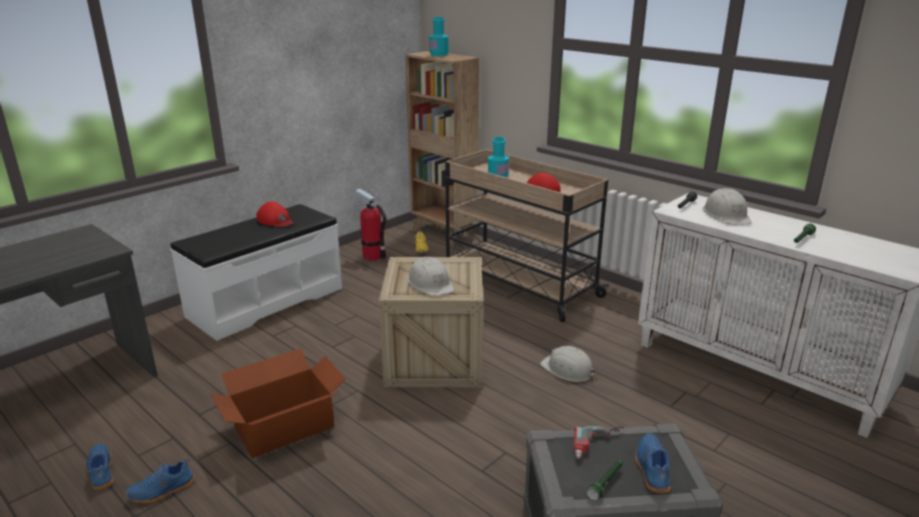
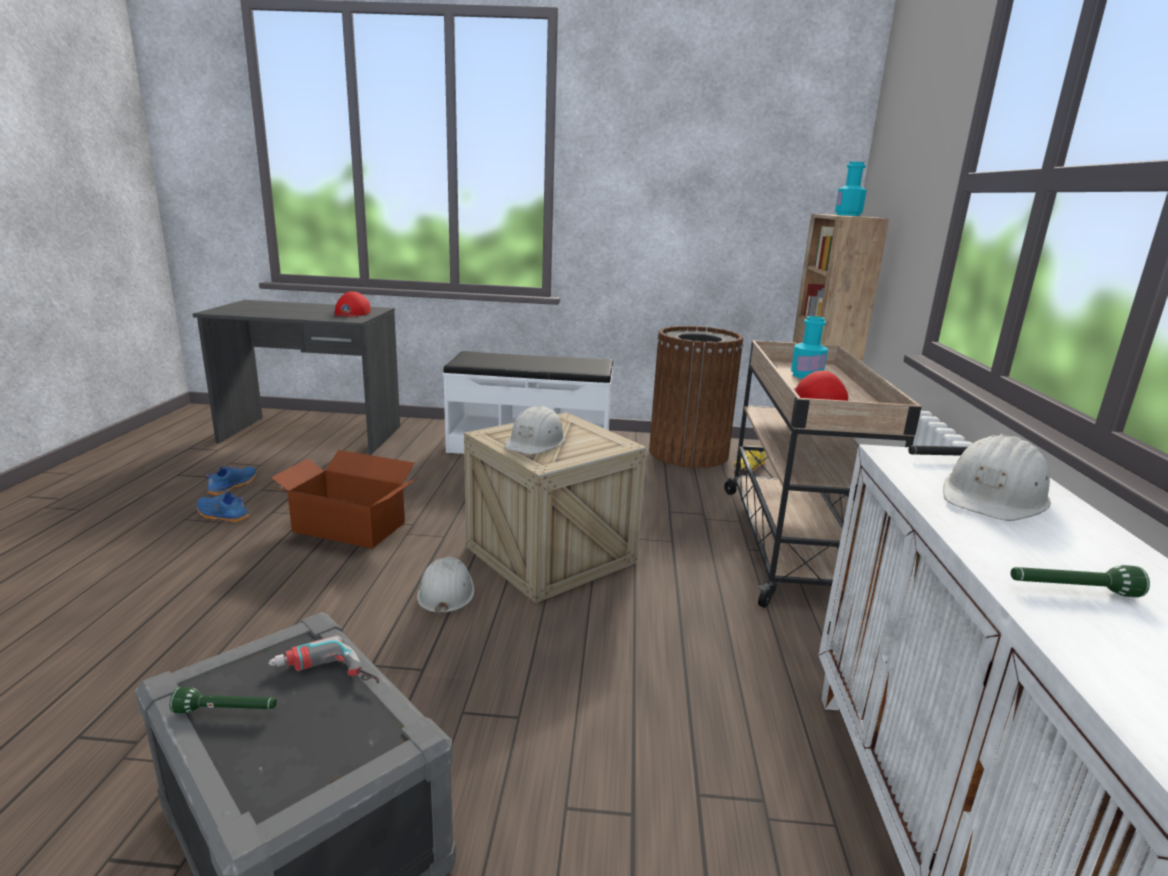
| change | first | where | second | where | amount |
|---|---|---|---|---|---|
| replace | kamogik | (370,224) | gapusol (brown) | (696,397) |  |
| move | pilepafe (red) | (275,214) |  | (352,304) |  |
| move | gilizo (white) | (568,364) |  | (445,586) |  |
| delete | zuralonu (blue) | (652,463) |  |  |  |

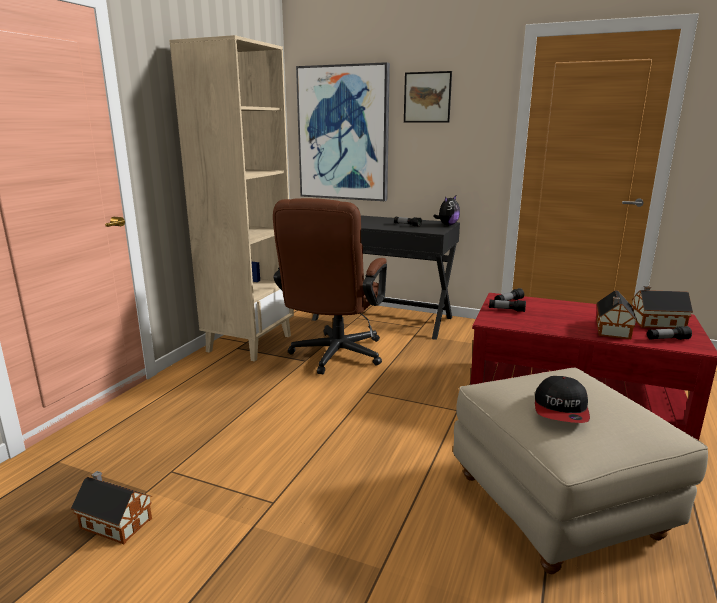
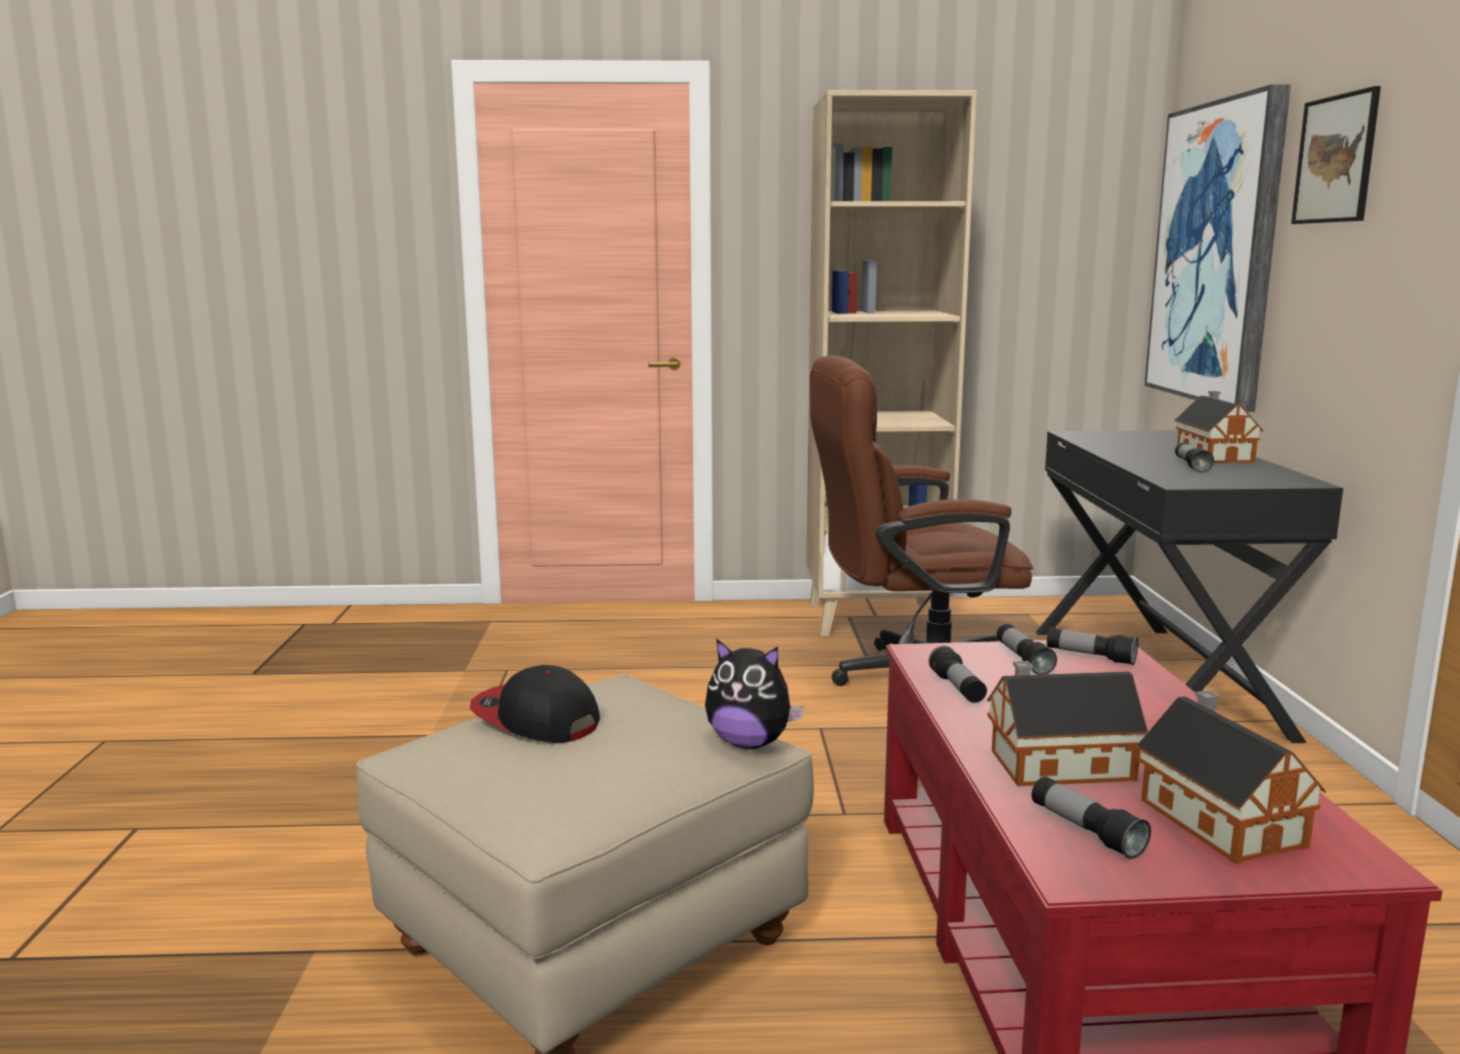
| change | first | where | second | where | amount |
|---|---|---|---|---|---|
| move | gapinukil | (446,210) |  | (754,694) |  |
| rotate | pilepafe | (562,399) |  | (535,704) | 45 degrees clockwise |
| move | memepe | (111,507) |  | (1218,427) |  |
| insert |  |  | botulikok | (957,674) |  |

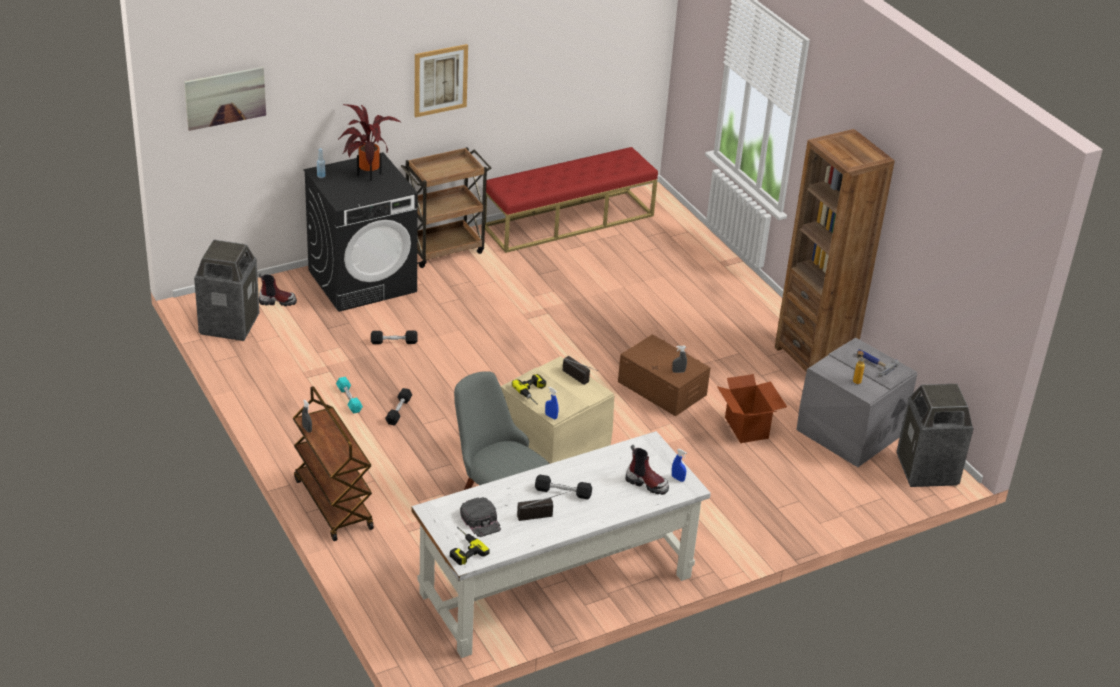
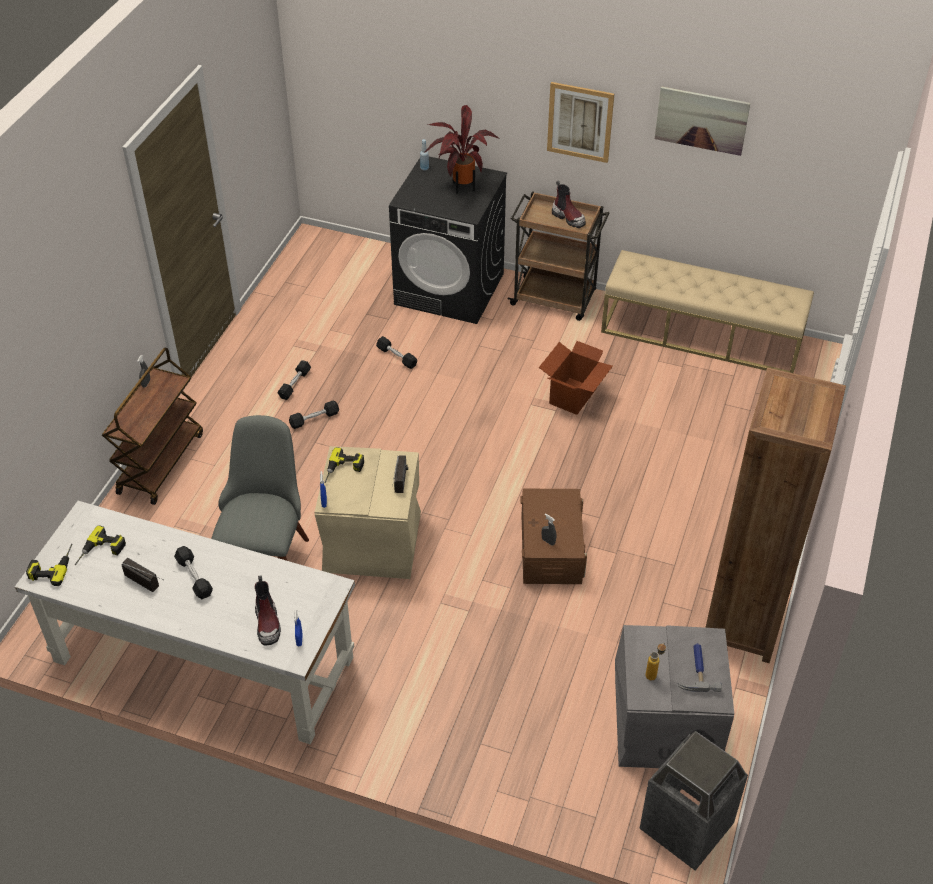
| change | first | where | second | where | amount |
|---|---|---|---|---|---|
| move | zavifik | (225,99) |  | (702,121) |  |
| recolor | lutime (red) | (571,200) | lutime (beige) | (707,311) |  |
| delete | gapusol | (226,290) |  |  |  |
| move | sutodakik | (278,289) |  | (569,204) |  |
| move | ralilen | (752,408) |  | (576,378) |  |
| recolor | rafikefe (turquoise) | (349,395) | rafikefe (black) | (294,380) |  |
| replace | pilepafe (black) | (480,517) | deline | (100,545) |  |

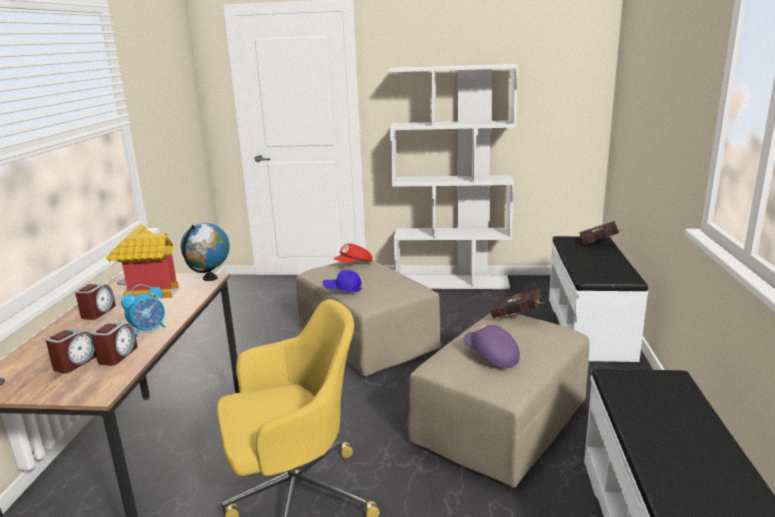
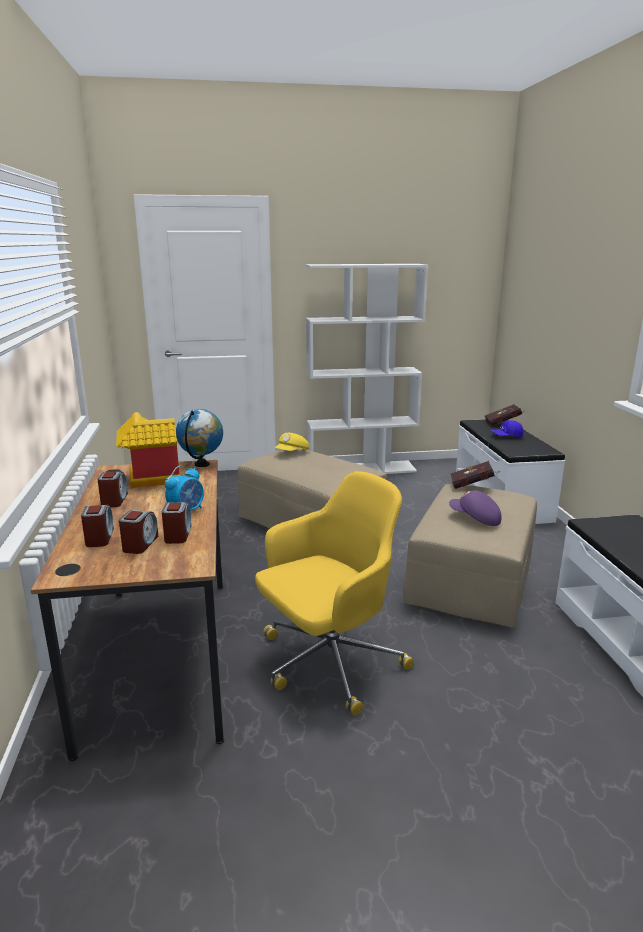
| change | first | where | second | where | amount |
|---|---|---|---|---|---|
| recolor | pilepafe (red) | (353,253) | pilepafe (yellow) | (292,442) |  |
| move | pilepafe (blue) | (342,281) |  | (507,428) |  |
| insert |  |  | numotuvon | (97,526) |  |

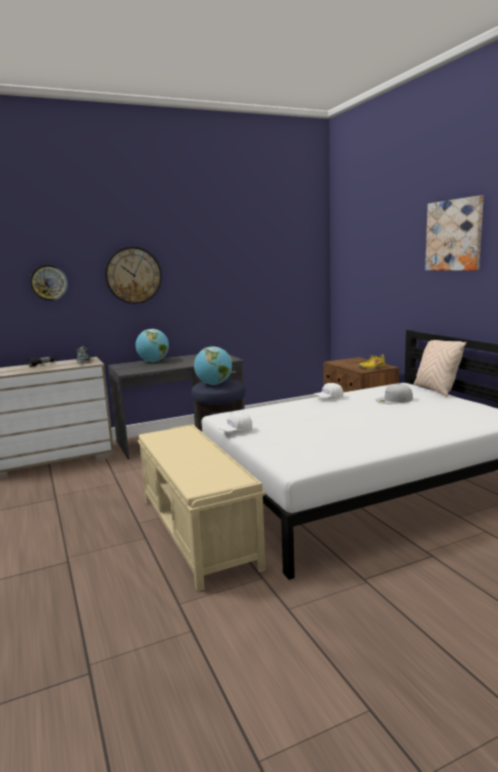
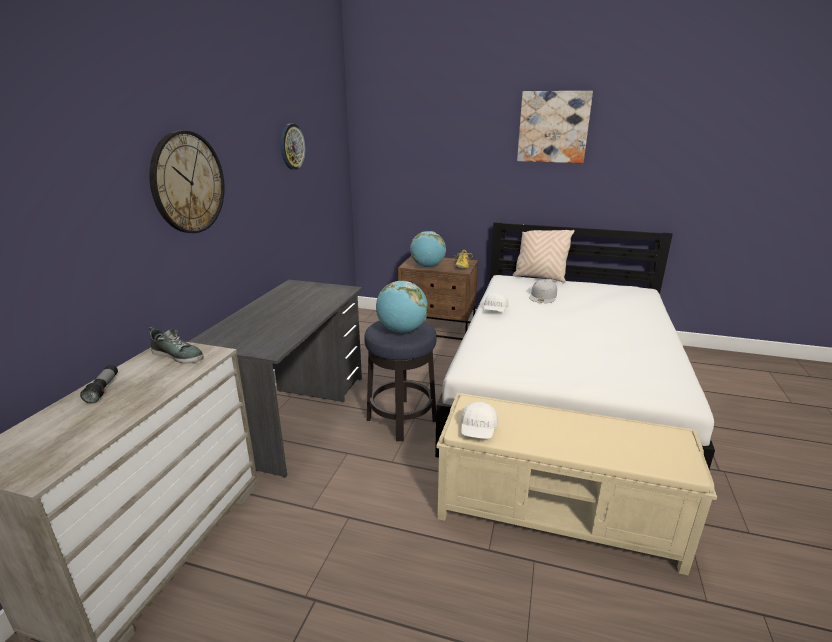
| change | first | where | second | where | amount |
|---|---|---|---|---|---|
| move | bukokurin | (49,282) |  | (293,147) |  |
| move | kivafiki | (152,345) |  | (428,249) |  |
| move | pilepafe (white) | (235,422) |  | (479,420) |  |

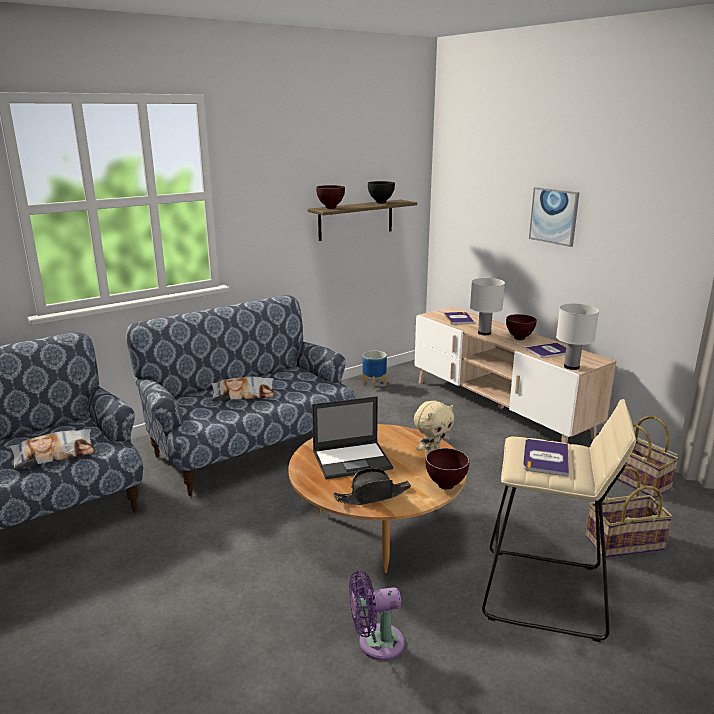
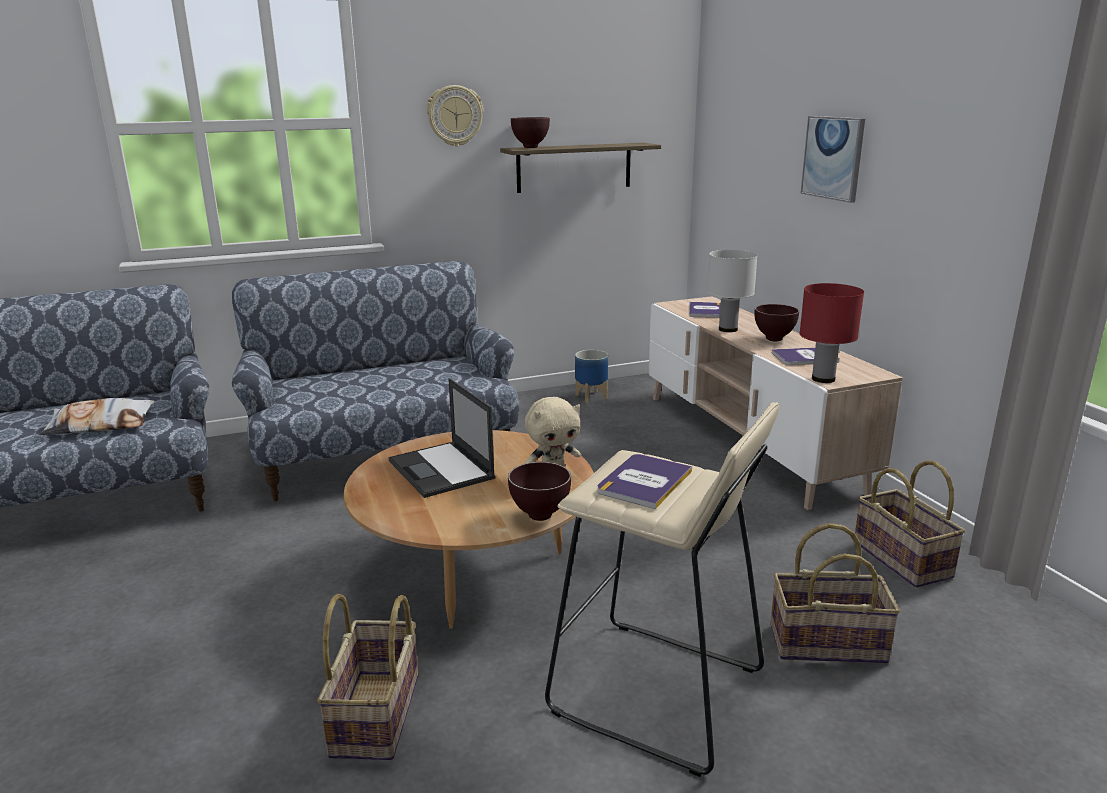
| change | first | where | second | where | amount |
|---|---|---|---|---|---|
| delete | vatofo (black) | (381,192) |  |  |  |
| recolor | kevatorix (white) | (577,337) | kevatorix (red) | (831,333) |  |
| delete | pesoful | (243,388) |  |  |  |
| rotate | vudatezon | (352,437) |  | (441,438) | 60 degrees clockwise |
| delete | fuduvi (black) | (372,486) |  |  |  |
| replace | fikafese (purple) | (376,616) | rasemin | (367,677) |  |
| insert |  |  | bukokurin | (455,116) |  |

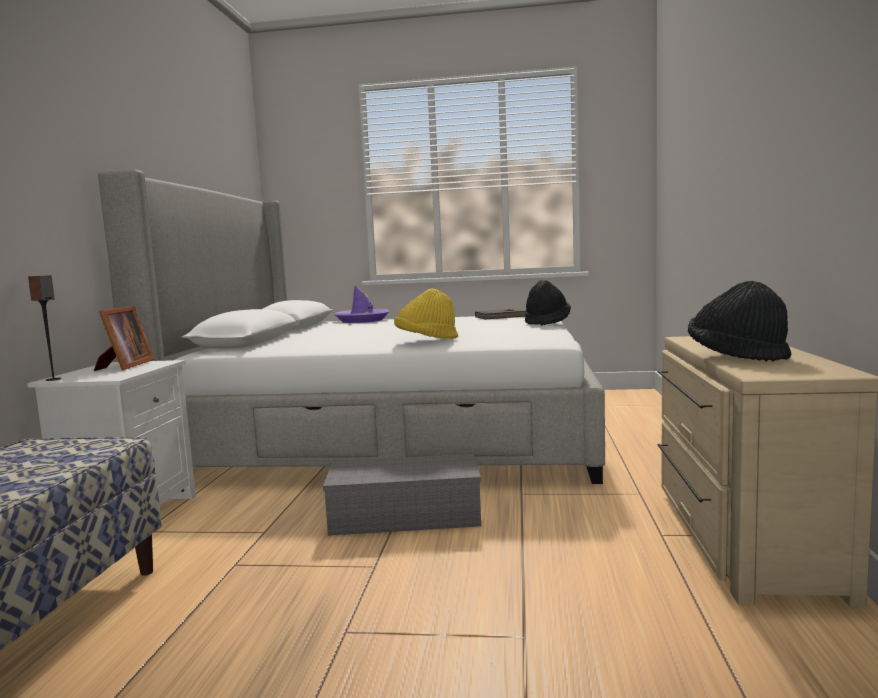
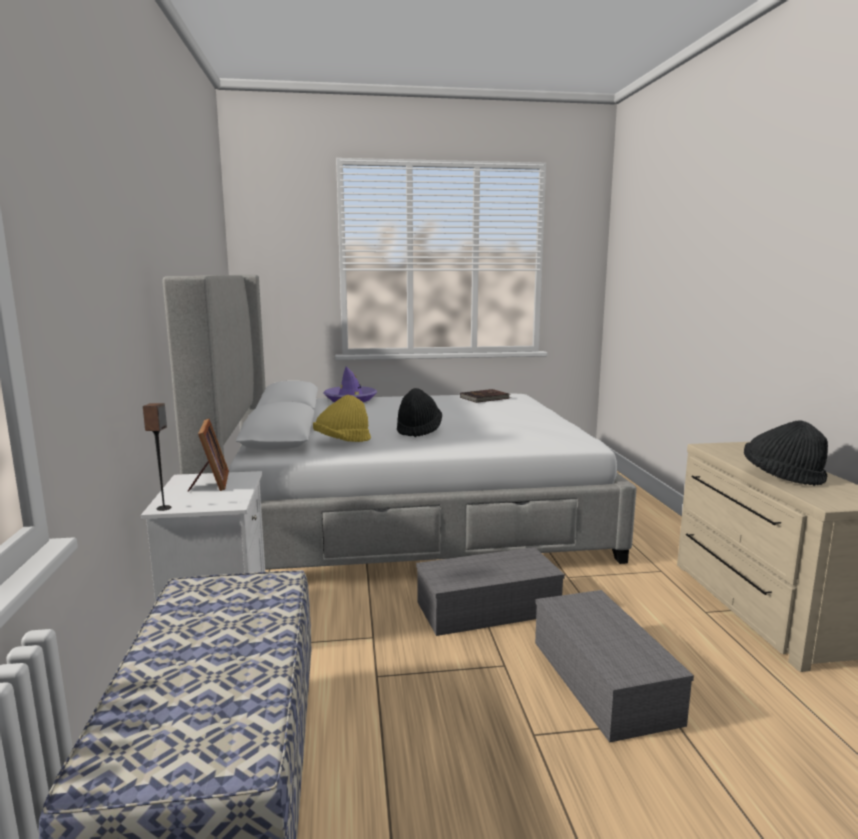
| change | first | where | second | where | amount |
|---|---|---|---|---|---|
| move | fuduvi (black) | (548,303) |  | (419,412) |  |
| move | fuduvi (yellow) | (426,313) |  | (342,418) |  |
| insert |  |  | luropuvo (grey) | (614,666) |  |

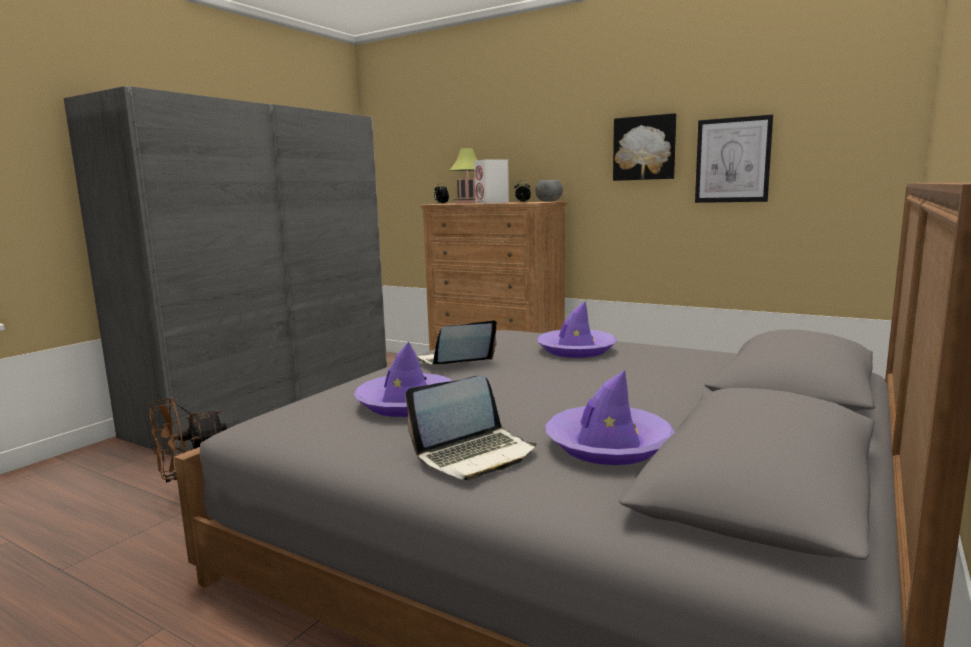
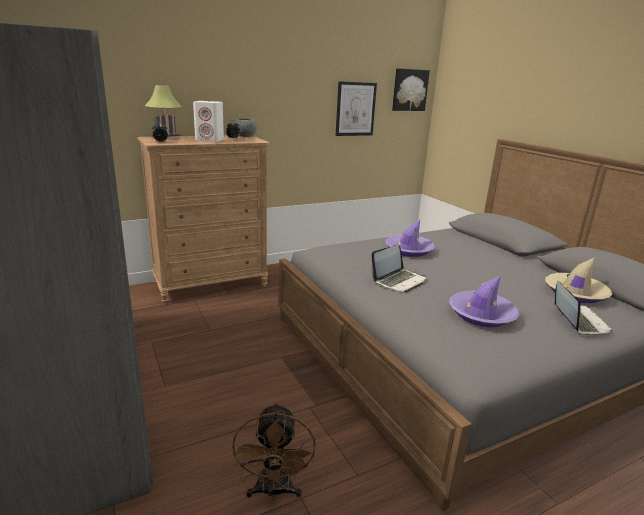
| change | first | where | second | where | amount |
|---|---|---|---|---|---|
| move | zavifik | (644,147) |  | (411,89) |  |
| rotate | vudatezon | (457,342) |  | (398,268) | 135 degrees counterclockwise |
| recolor | fuduvi (purple) | (610,417) | fuduvi (beige) | (578,280) |  |

